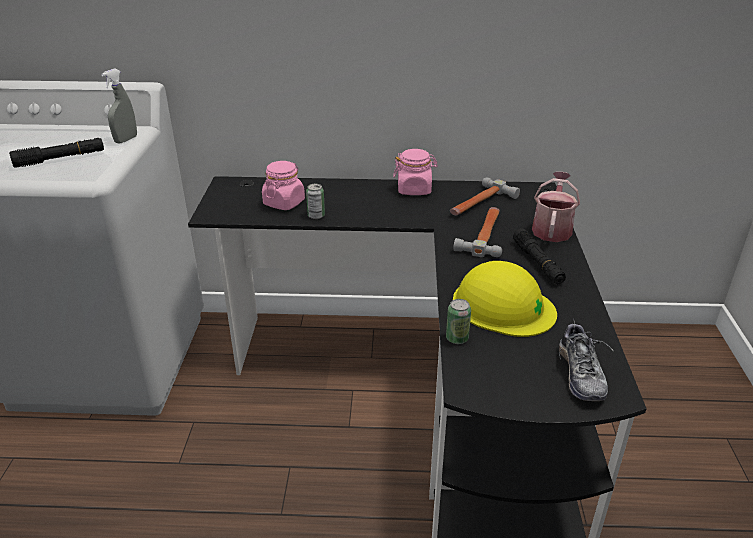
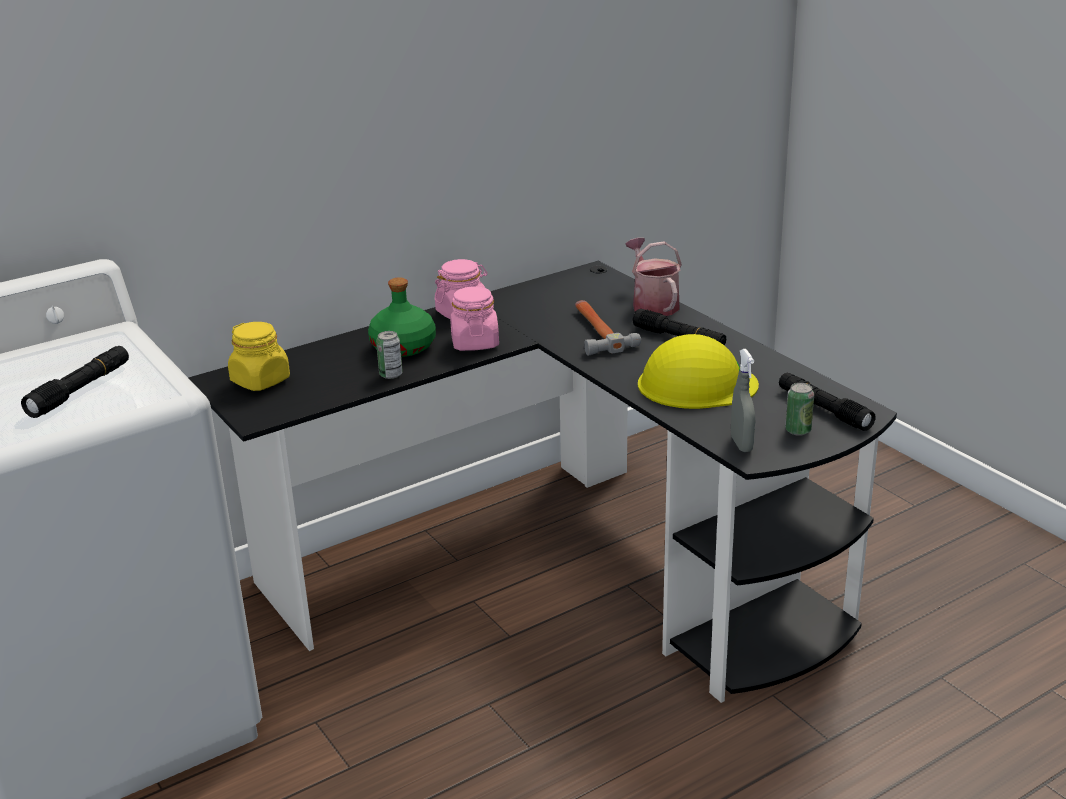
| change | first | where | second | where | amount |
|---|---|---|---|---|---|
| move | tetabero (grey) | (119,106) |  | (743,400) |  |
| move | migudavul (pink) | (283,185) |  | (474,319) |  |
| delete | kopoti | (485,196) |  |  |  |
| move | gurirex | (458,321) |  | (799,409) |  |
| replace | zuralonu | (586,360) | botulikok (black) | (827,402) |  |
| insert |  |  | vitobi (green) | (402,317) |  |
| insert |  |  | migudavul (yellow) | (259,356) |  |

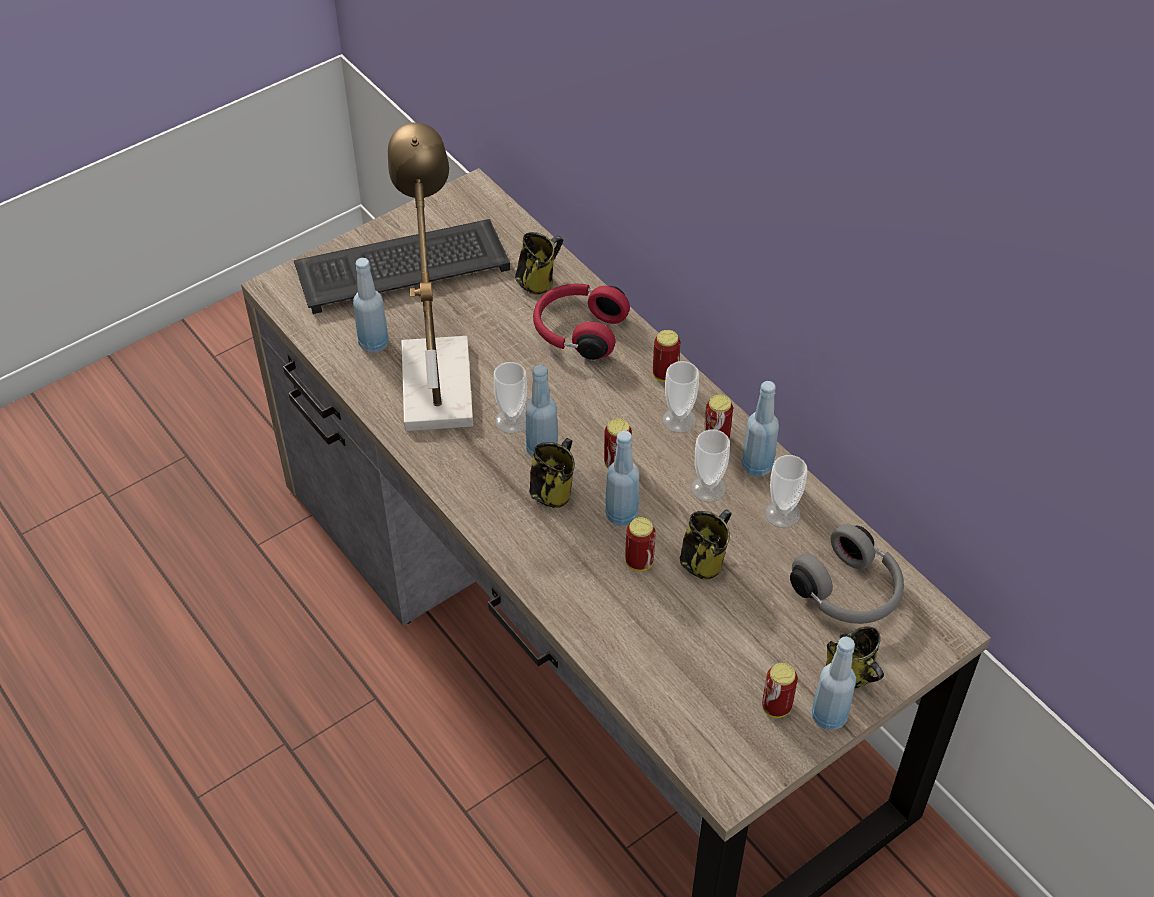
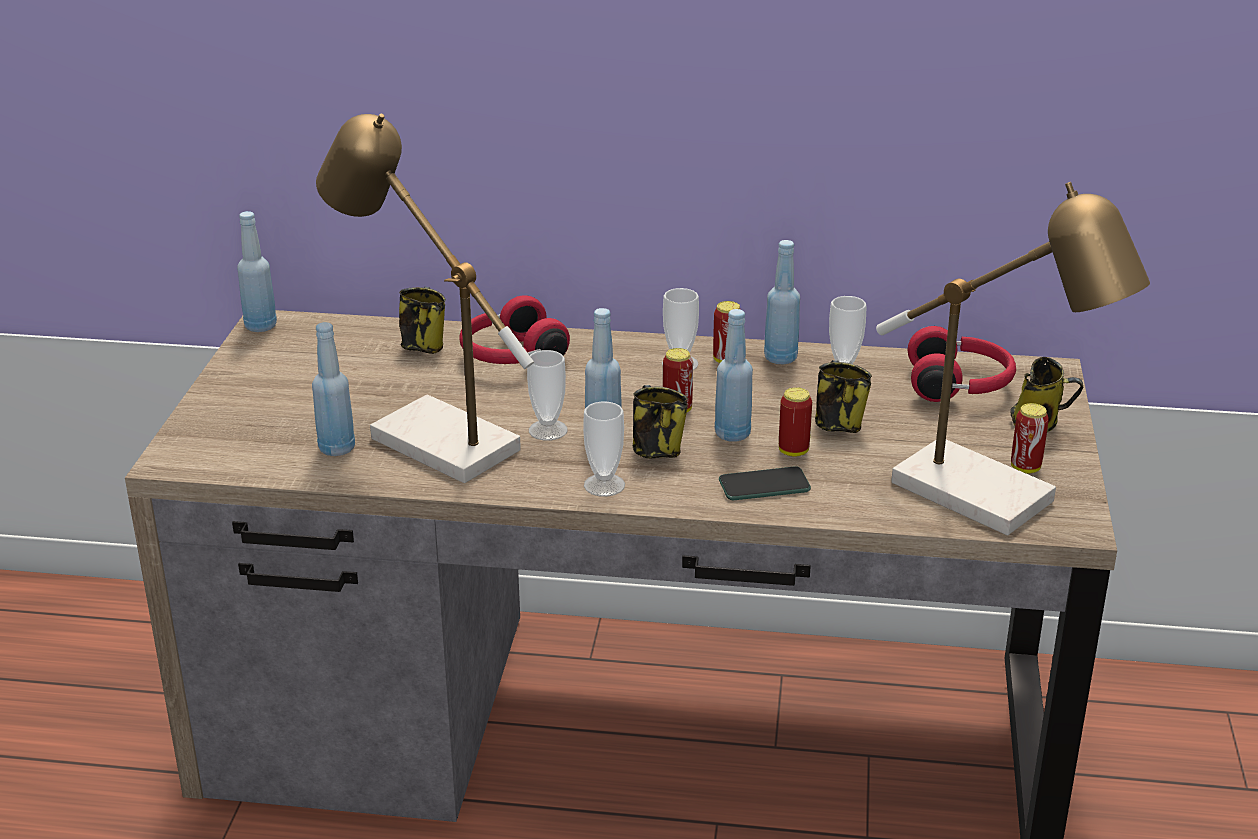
| change | first | where | second | where | amount |
|---|---|---|---|---|---|
| delete | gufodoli | (402,266) |  |  |  |
| delete | gurirex | (667,356) |  |  |  |
| move | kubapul | (710,465) |  | (604,449) |  |
| recolor | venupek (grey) | (847,574) | venupek (red) | (962,364) |  |
| move | vitobi (blue) | (834,683) |  | (257,271) |  |
| insert |  |  | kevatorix | (1013,359) |  |
| insert |  |  | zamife | (765,483) |  |

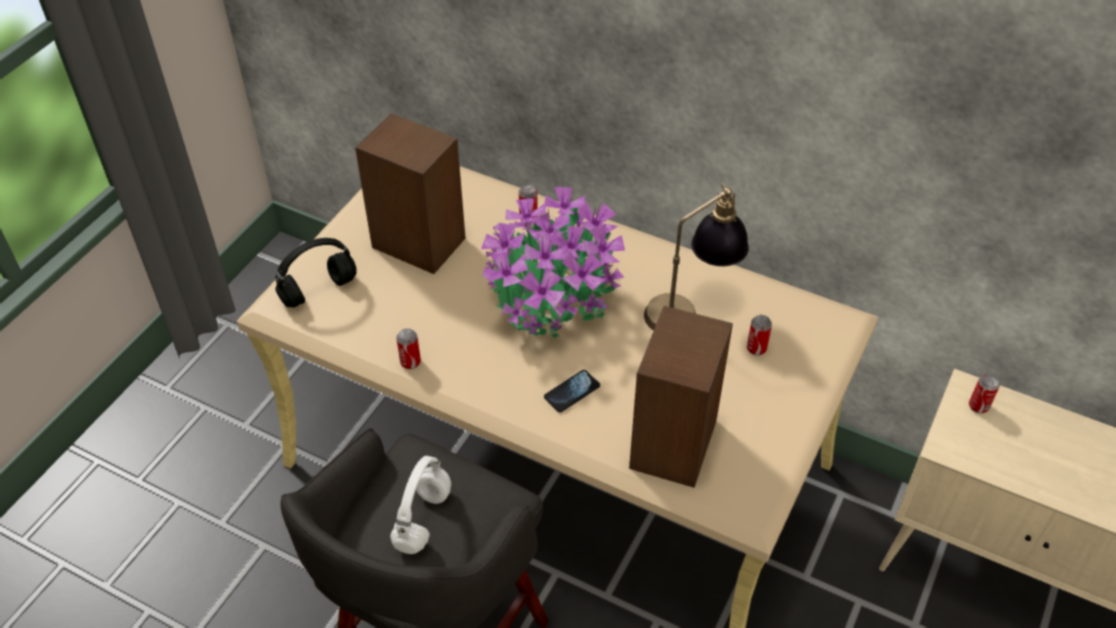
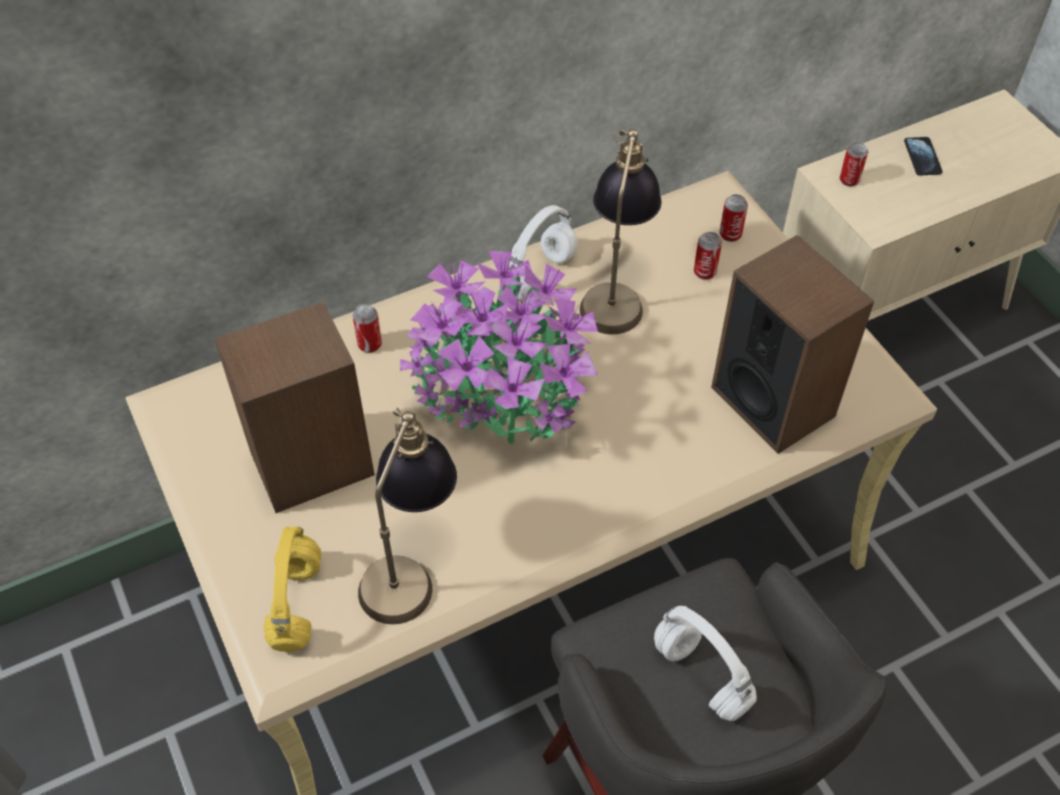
| change | first | where | second | where | amount |
|---|---|---|---|---|---|
| recolor | venupek (black) | (316,272) | venupek (yellow) | (292,589) |  |
| move | gurirex | (408,348) |  | (734,218) |  |
| move | zamife | (572,391) |  | (923,156) |  |
| insert |  |  | venupek (white) | (543,252) |  |
| insert |  |  | kevatorix | (407,516) |  |

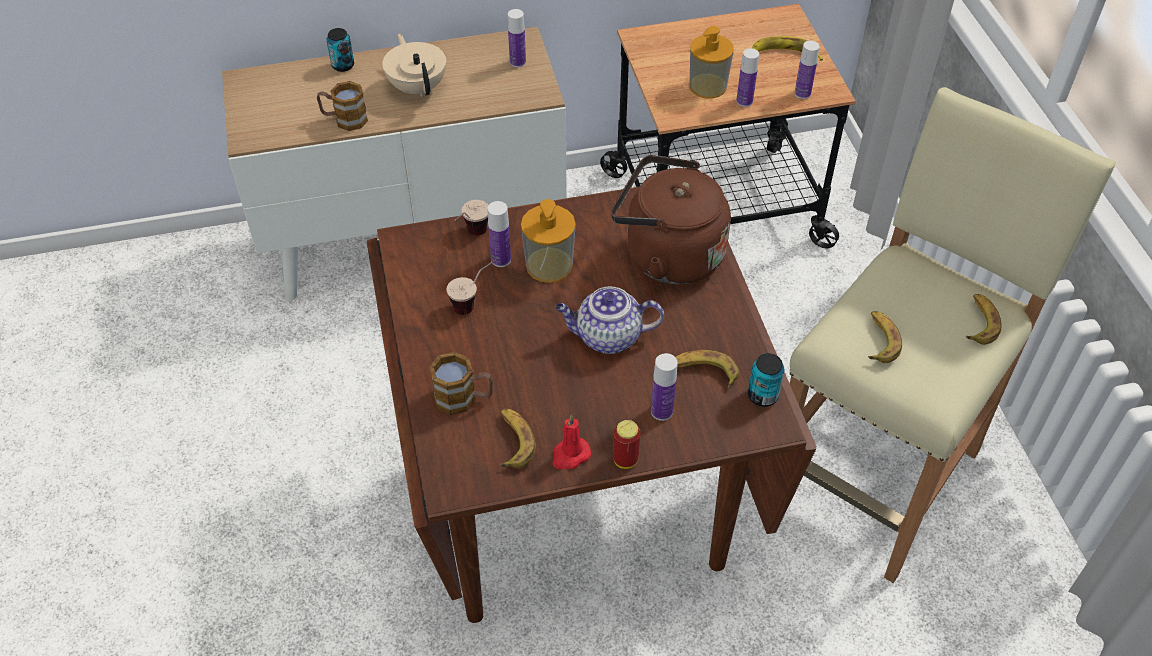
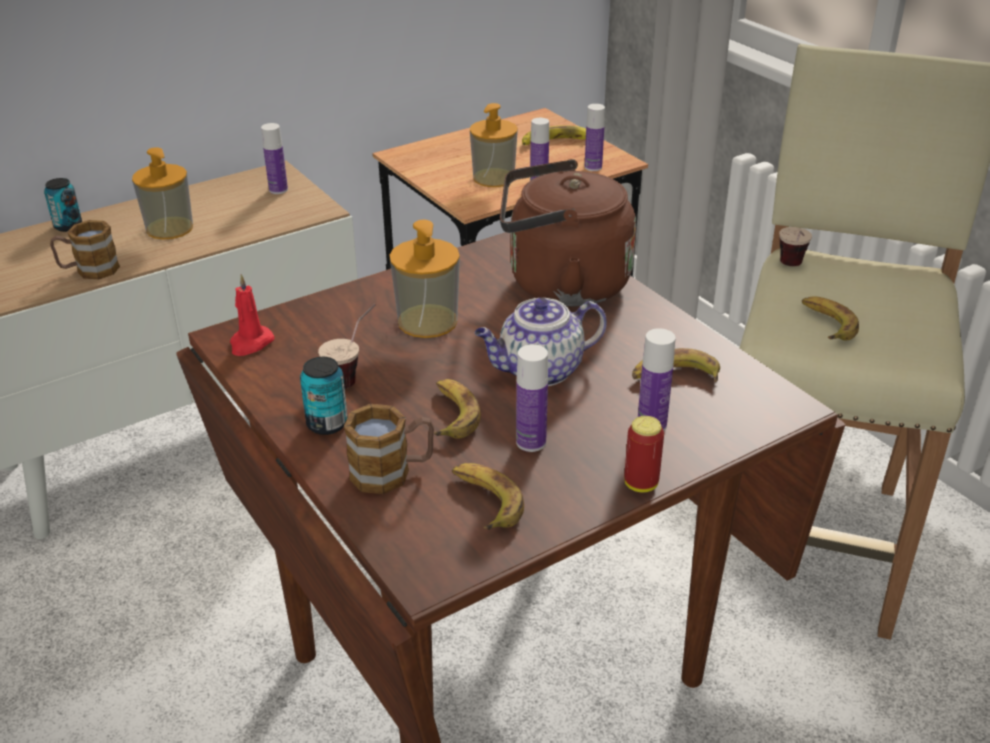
| change | first | where | second | where | amount |
|---|---|---|---|---|---|
| replace | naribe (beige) | (414,65) | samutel | (162,193) |  |
| move | kubapul | (471,218) |  | (795,246) |  |
| move | vitobi | (499,234) |  | (532,398) |  |
| move | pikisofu | (983,319) |  | (457,409) |  |
| move | gurirex | (766,380) |  | (324,396) |  |
| move | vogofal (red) | (571,441) |  | (252,315) |  |

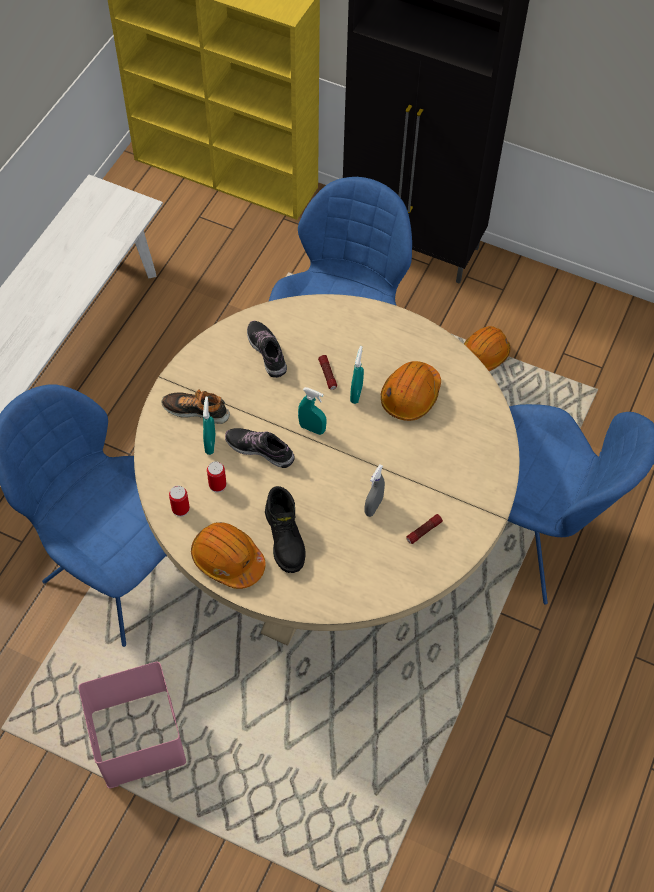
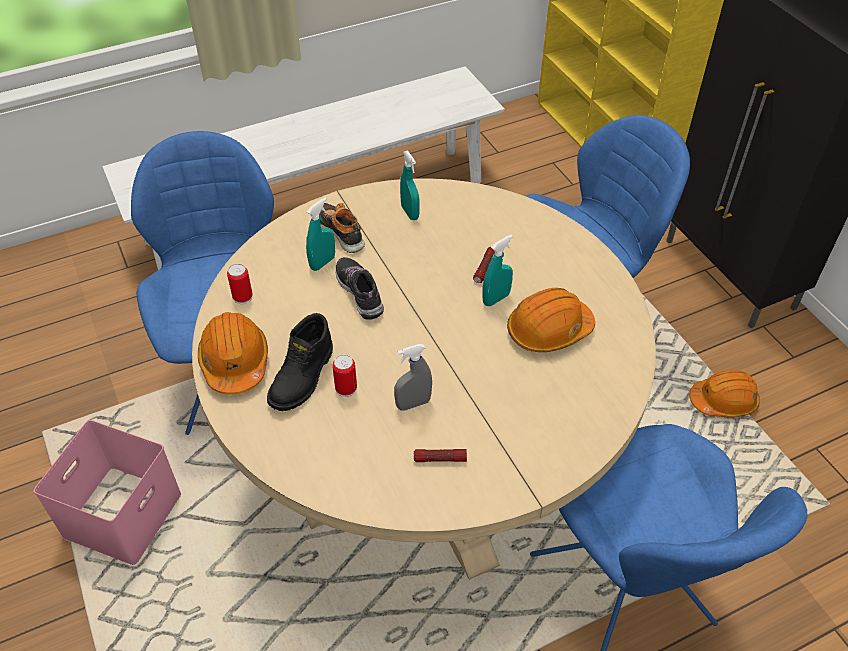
| change | first | where | second | where | amount |
|---|---|---|---|---|---|
| delete | zuralonu | (267,349) |  |  |  |
| move | tetabero (turquoise) | (312,411) |  | (410,185) |  |
| move | gurirex | (216,477) |  | (344,376) |  |

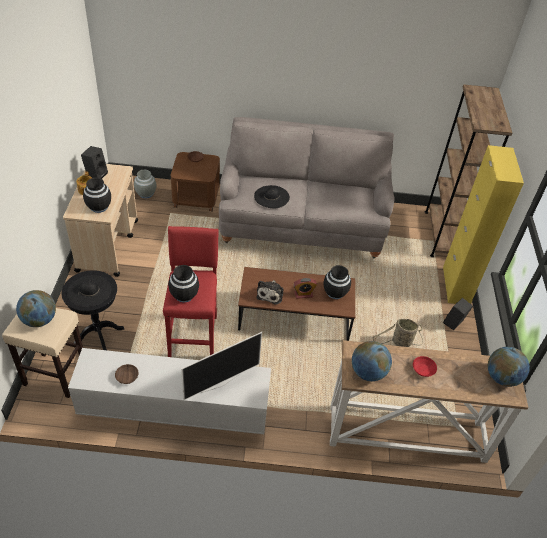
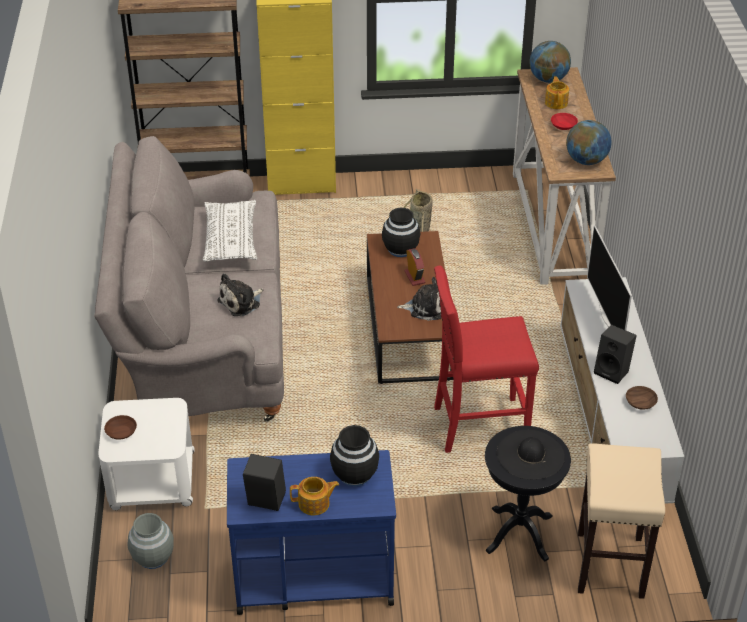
| change | first | where | second | where | amount |
|---|---|---|---|---|---|
| recolor | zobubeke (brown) | (195,181) | zobubeke (white) | (146,454) |  |
| recolor | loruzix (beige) | (100,220) | loruzix (blue) | (311,532) |  |
| replace | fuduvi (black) | (272,196) | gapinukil | (240,294) |  |
| delete | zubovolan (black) | (183,283) |  |  |  |
| delete | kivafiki | (36,308) |  |  |  |
| move | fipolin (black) | (458,314) |  | (615,354) |  |
| rotate | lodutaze | (221,366) |  | (609,277) | 150 degrees counterclockwise |
| insert |  |  | naribe | (557,92) |  |
| insert |  |  | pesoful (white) | (230,231) |  |

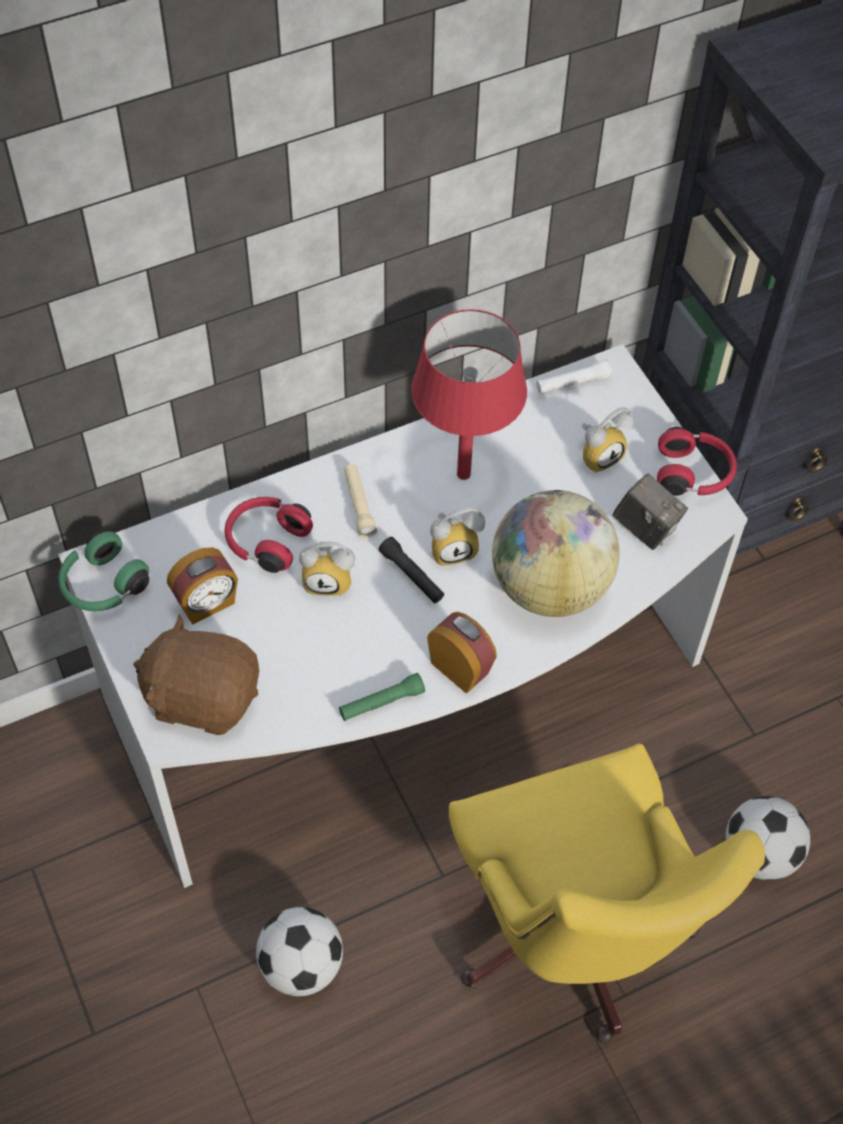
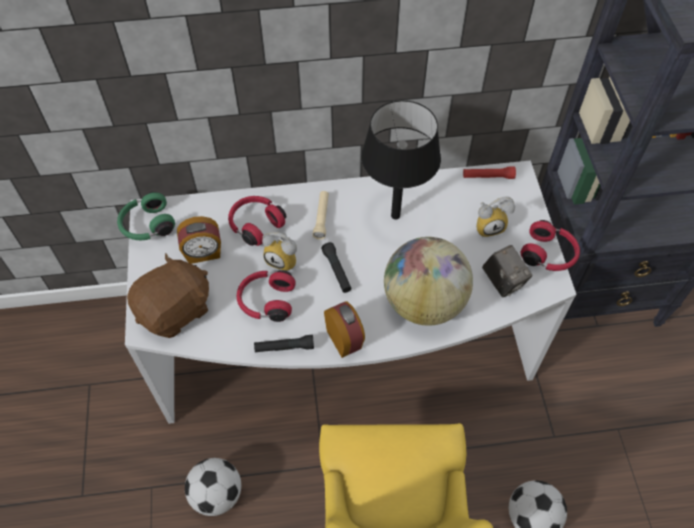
| change | first | where | second | where | amount |
|---|---|---|---|---|---|
| recolor | kevatorix (red) | (469,394) | kevatorix (black) | (401,160) |  |
| recolor | botulikok (white) | (574,376) | botulikok (red) | (489,172) |  |
| delete | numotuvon | (457,536) |  |  |  |
| rotate | gapinukil (brown) | (196,674) |  | (168,295) | 105 degrees clockwise |
| recolor | botulikok (green) | (382,697) | botulikok (black) | (284,344) |  |
| insert |  |  | venupek (red) | (266,296) |  |

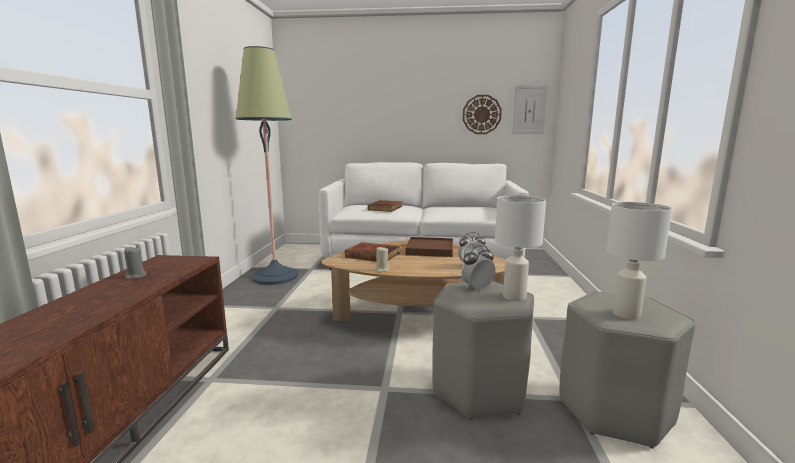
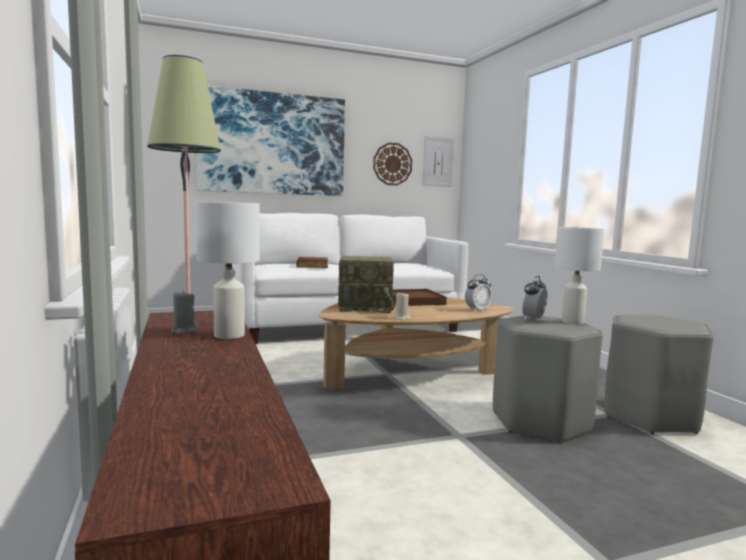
| change | first | where | second | where | amount |
|---|---|---|---|---|---|
| move | kevatorix (white) | (639,261) |  | (228,270) |  |
| replace | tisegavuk | (372,252) | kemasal | (366,284) |  |
| insert |  |  | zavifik | (270,140) |  |

